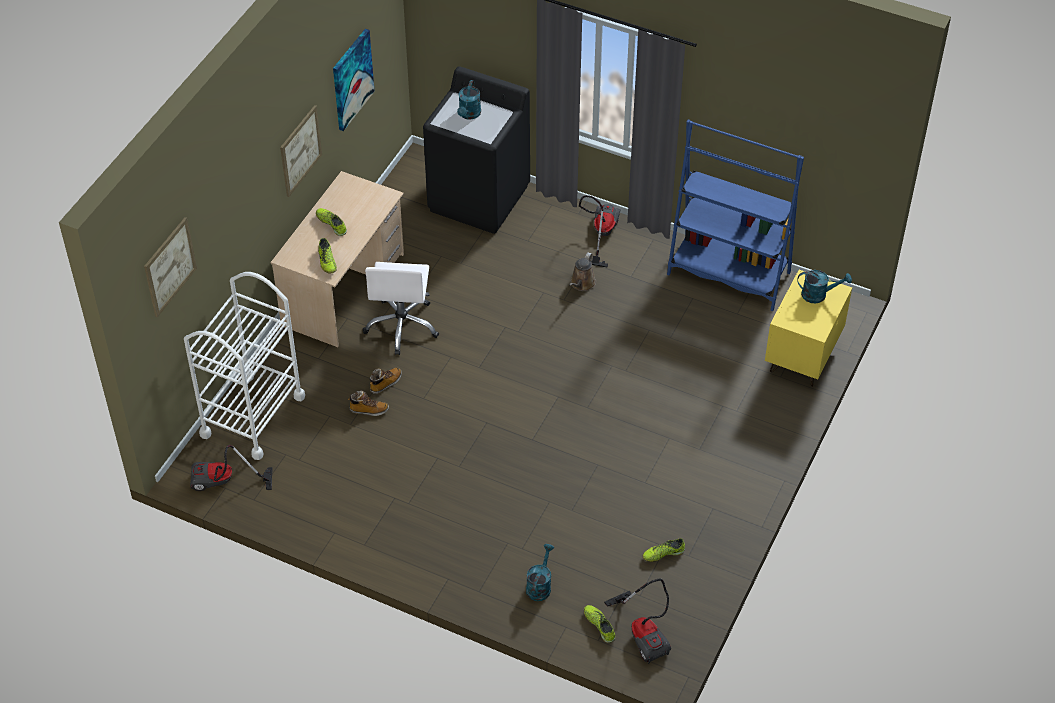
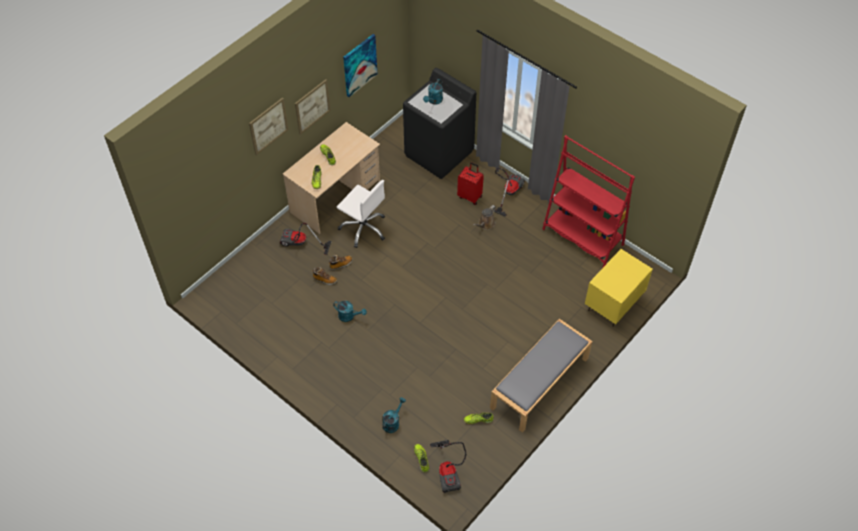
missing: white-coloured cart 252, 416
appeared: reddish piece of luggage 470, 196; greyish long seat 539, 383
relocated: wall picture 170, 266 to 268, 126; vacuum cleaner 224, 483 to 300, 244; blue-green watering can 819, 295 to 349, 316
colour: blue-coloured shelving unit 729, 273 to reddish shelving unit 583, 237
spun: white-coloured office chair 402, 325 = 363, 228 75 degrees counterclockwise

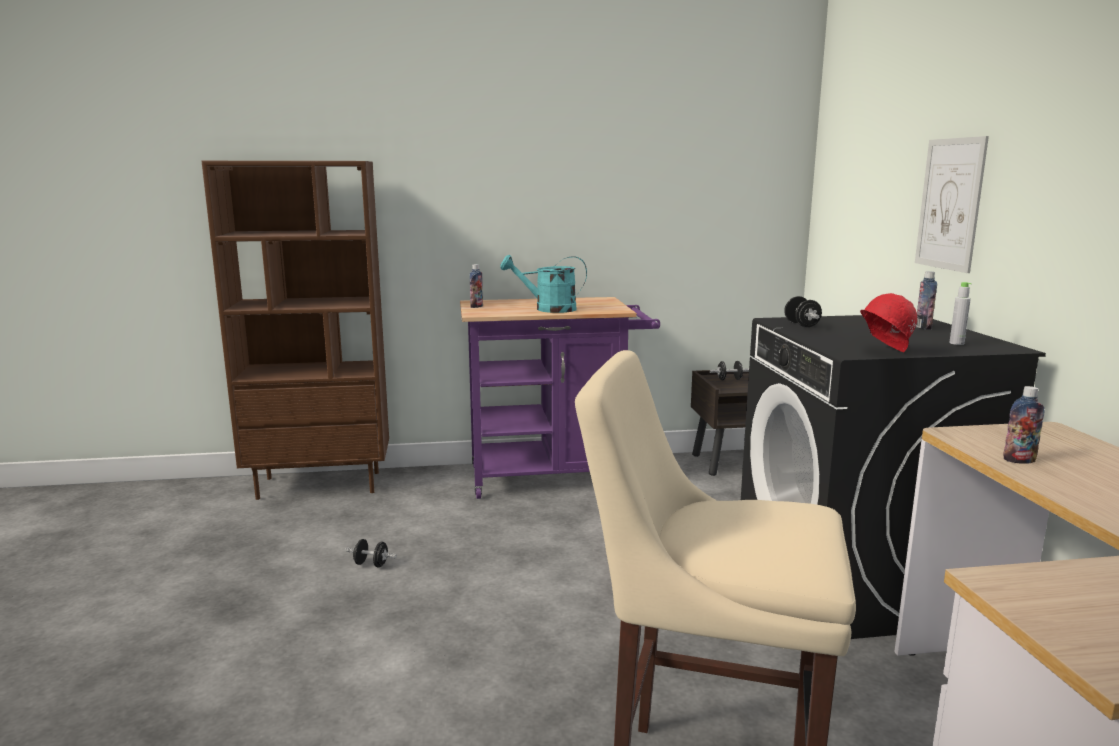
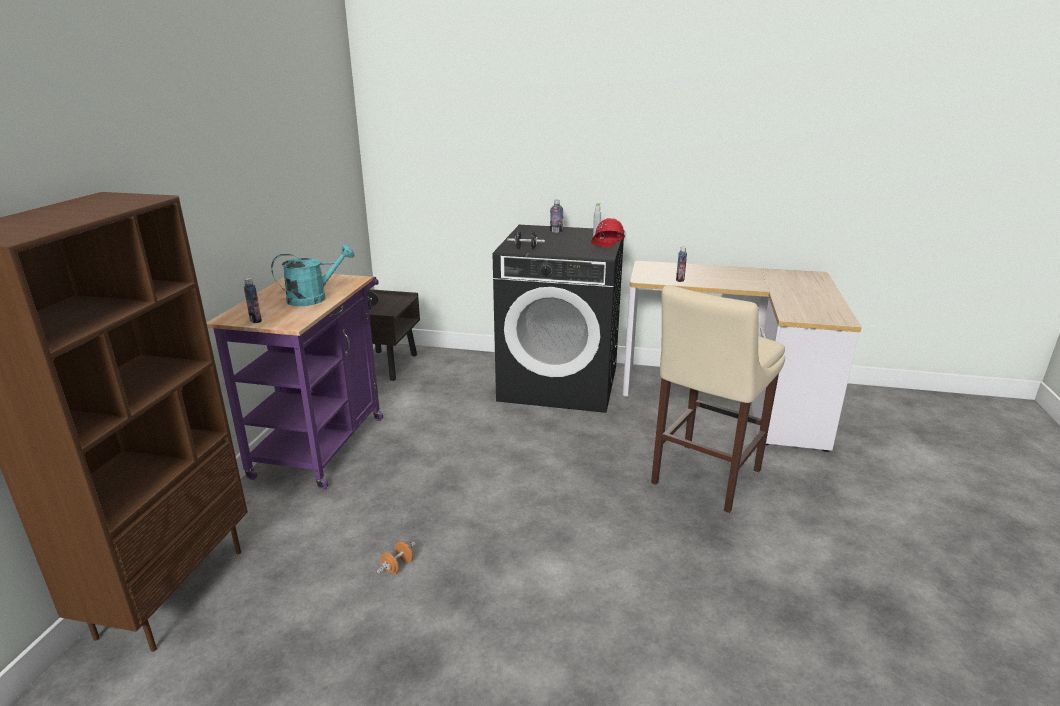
missing: wall picture 950, 204
colour: blackish dumbbell 371, 564 to orangey dumbbell 397, 566
spun: blue-green watering can 548, 309 = 314, 298 150 degrees counterclockwise

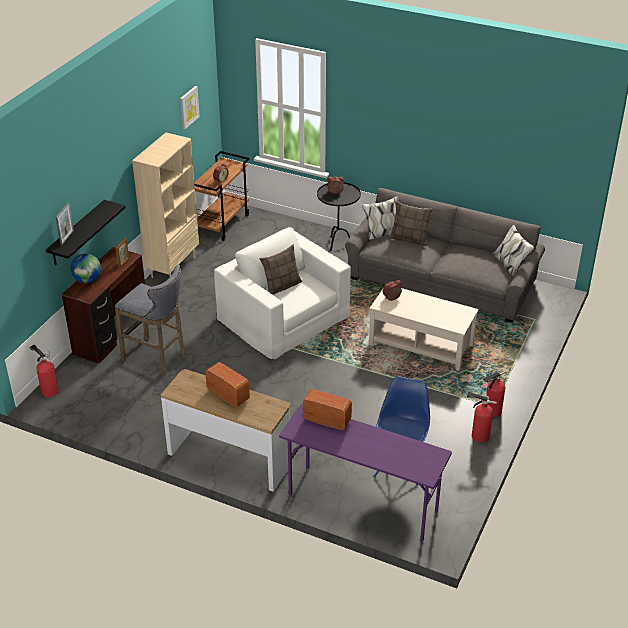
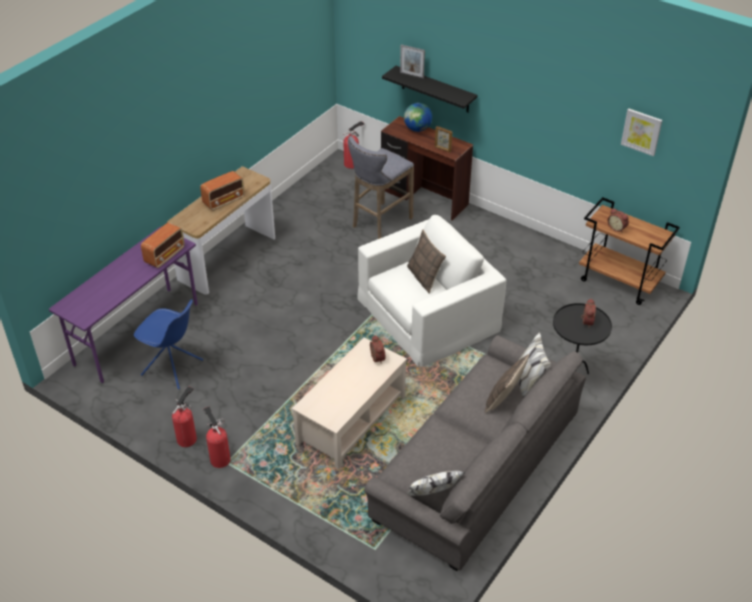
missing: beige-coloured shelving unit 173, 267

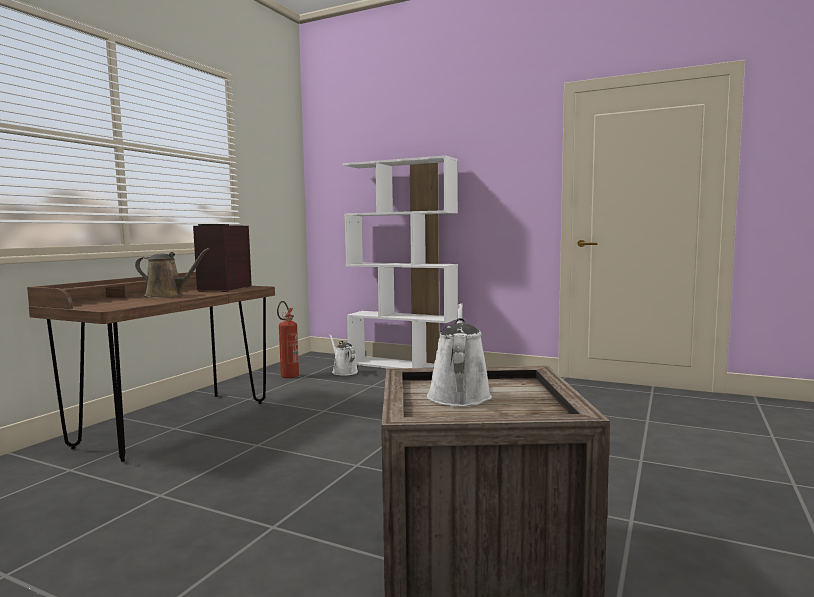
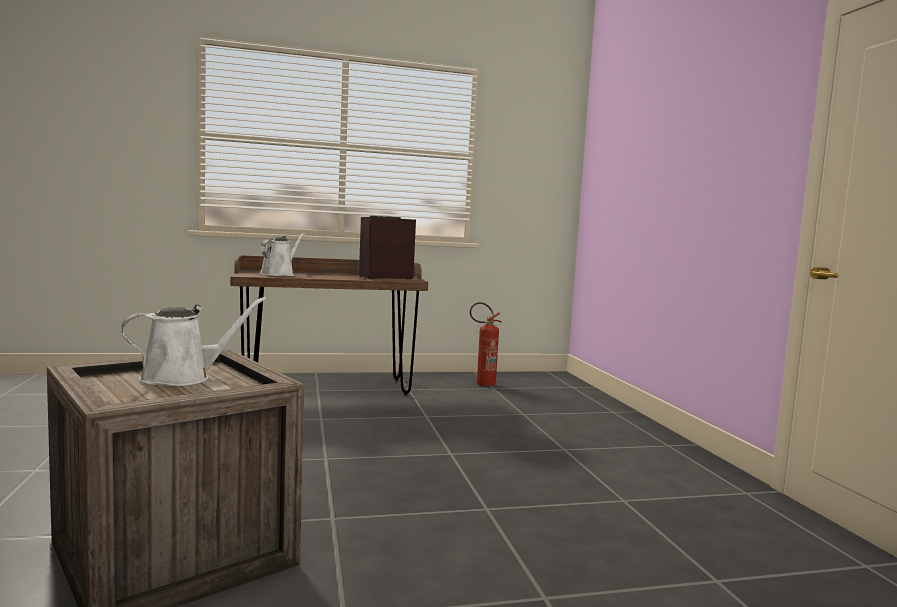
missing: brown watering can 168, 296; white-coloured shelving unit 403, 365
relocated: white-coloured watering can 343, 371 to 279, 274

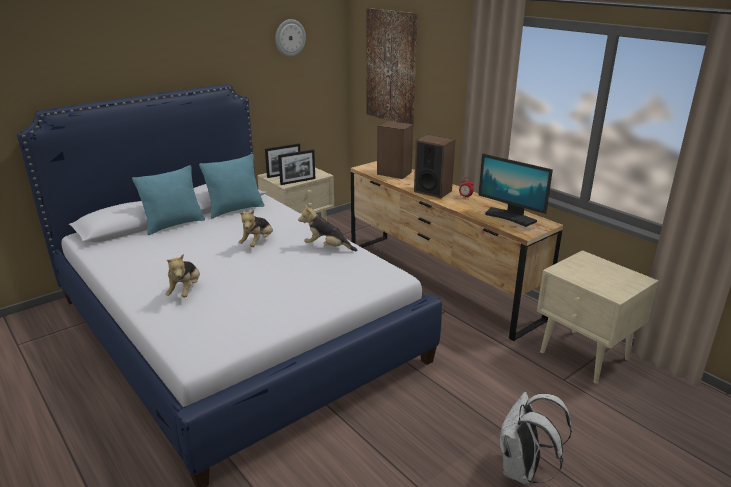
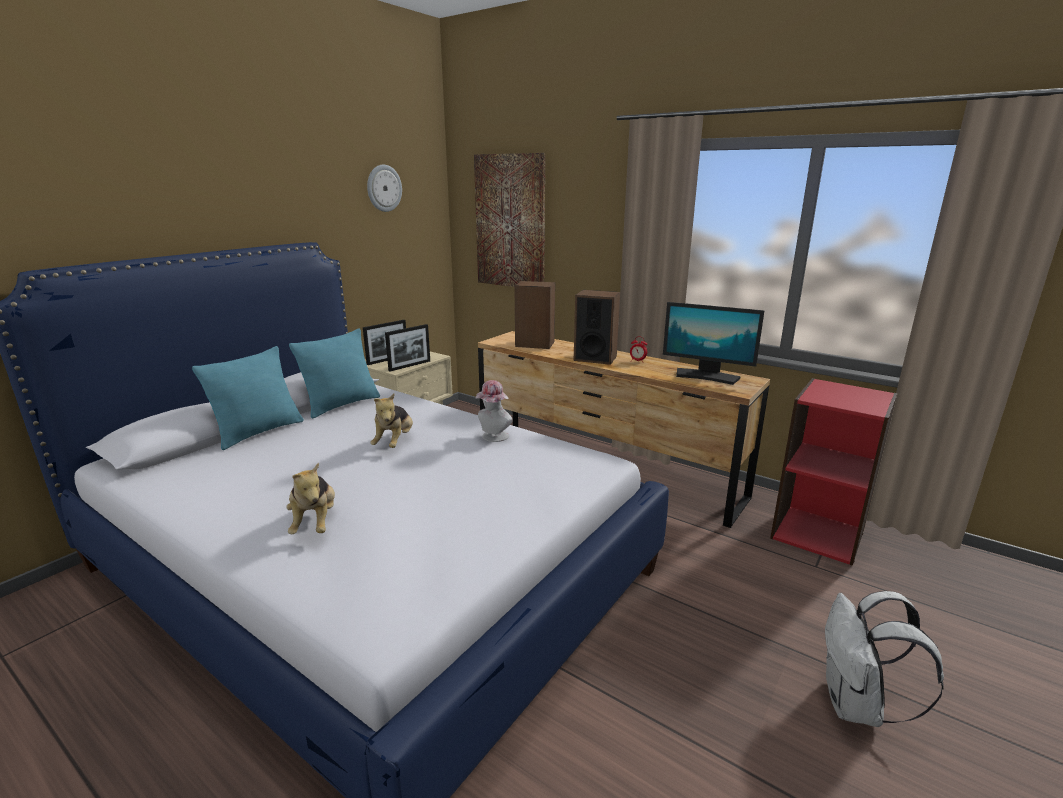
exchanged: soft toy 327, 247 to wearable hat 493, 437; beige-coloured nightstand 585, 356 to reddish shelving unit 818, 533

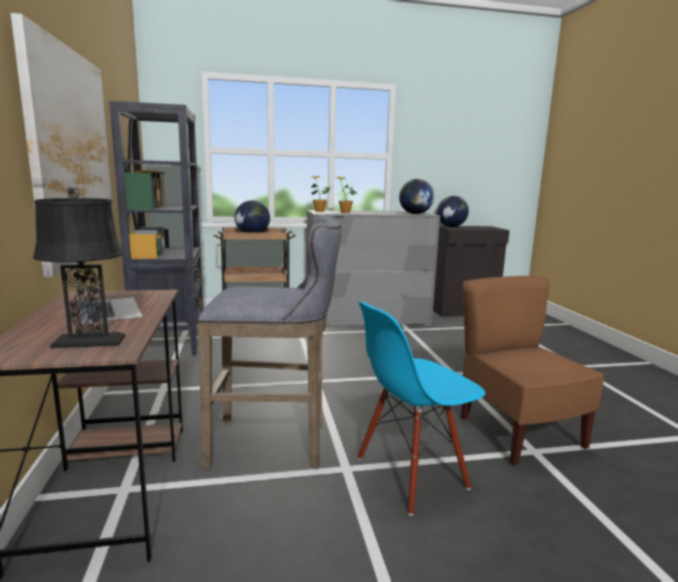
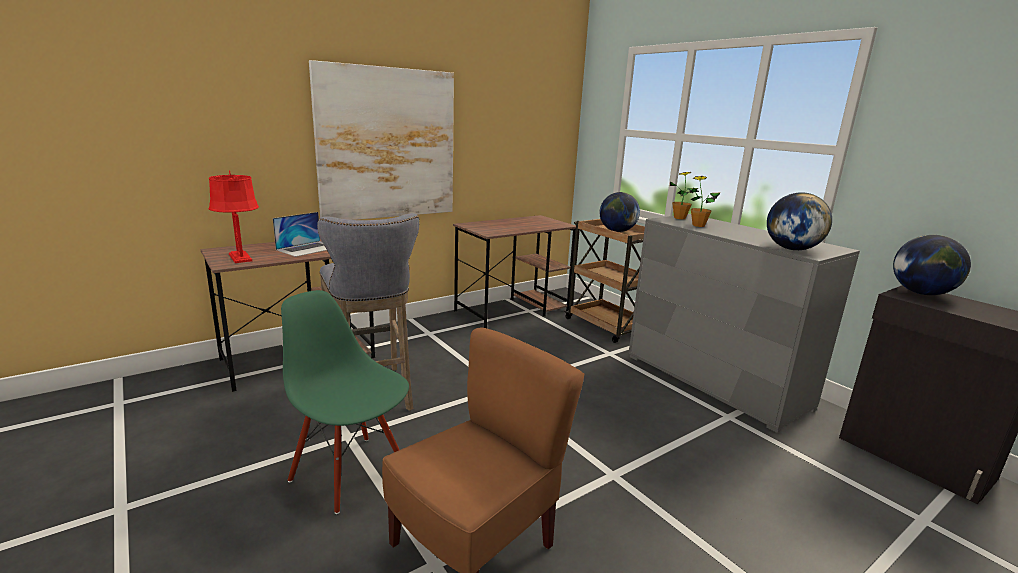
exchanged: blackish shelving unit 171, 343 to brown desk unit 513, 310
colour: blackish lamp for a table 88, 342 to reddish lamp for a table 240, 257; blue-coloured chair 411, 474 to greenish chair 350, 473

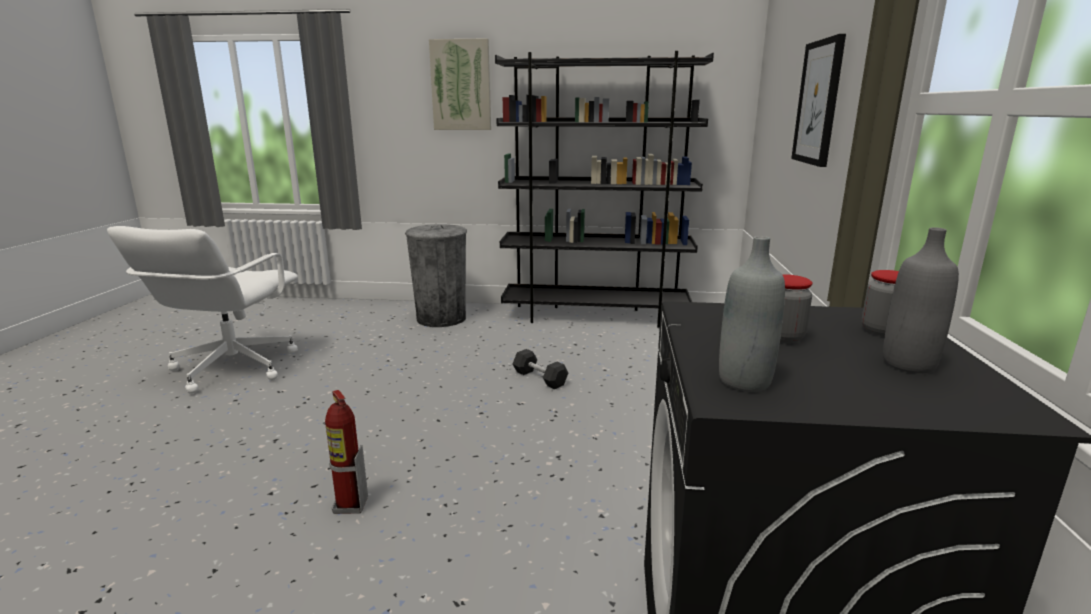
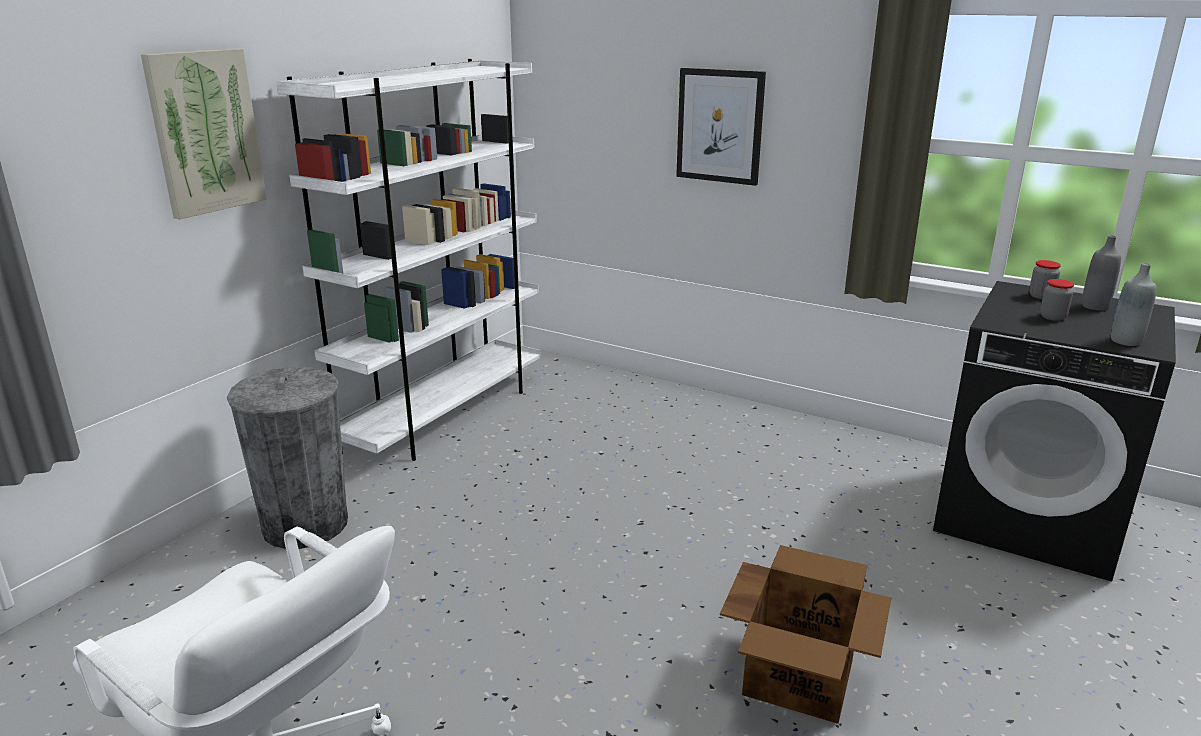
missing: greyish dumbbell 540, 378
exchanged: fire-fighting cylinder 350, 505 to carton 799, 676
colour: blackish shelving unit 595, 316 to white-coloured shelving unit 445, 415

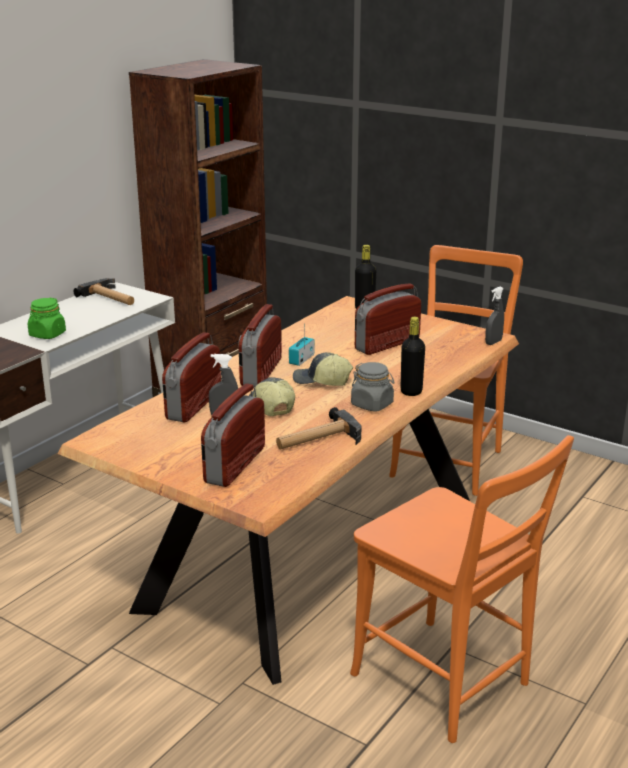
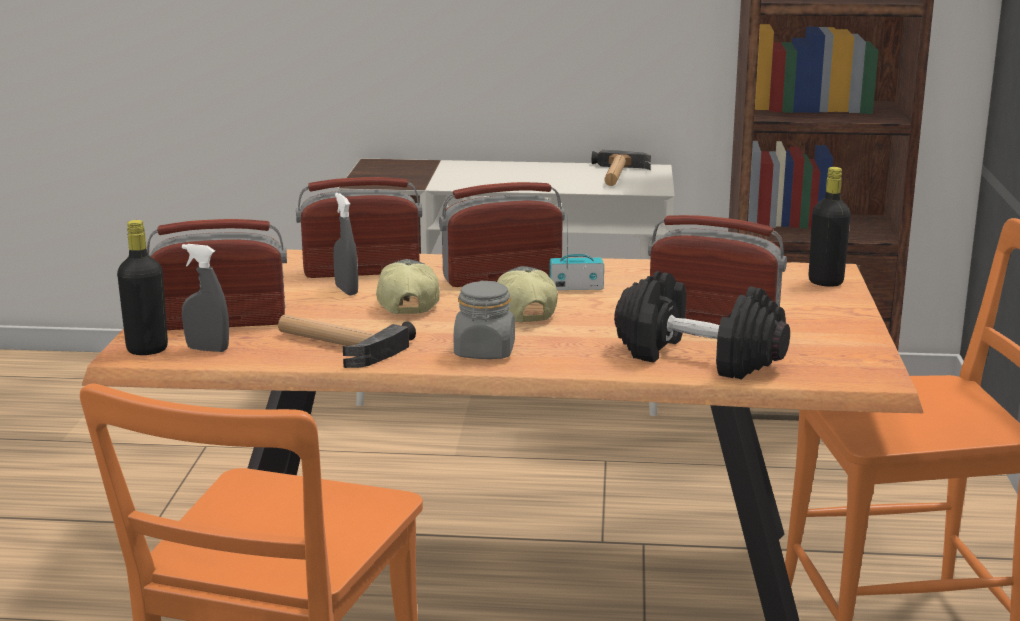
missing: greenish jar 47, 334
appeared: blackish dumbbell 699, 357
relocated: blackish drink bottle 411, 391 to 147, 349; greyish spray bottle 493, 342 to 207, 349
spun: baseball cap 270, 406 = 406, 303 45 degrees counterclockwise

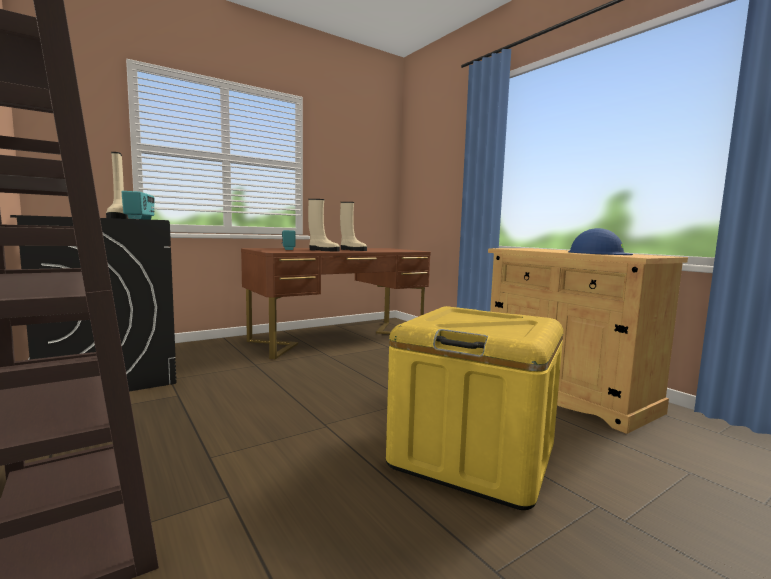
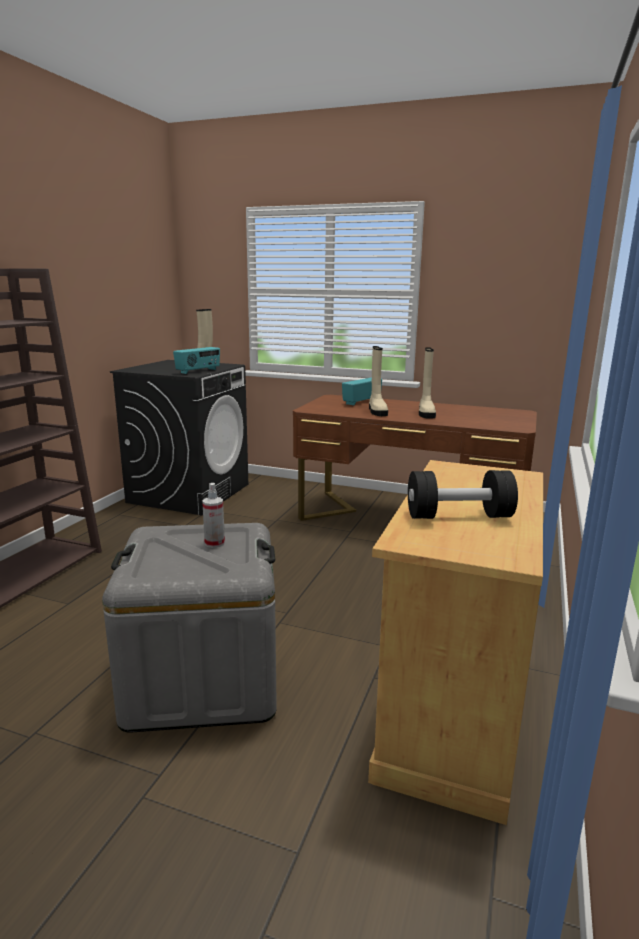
appeared: spray bottle 214, 543
exchanged: blue-coloured safety helmet 598, 253 to blackish dumbbell 458, 516
colour: yellow storage bin 473, 455 to greyish storage bin 202, 679

